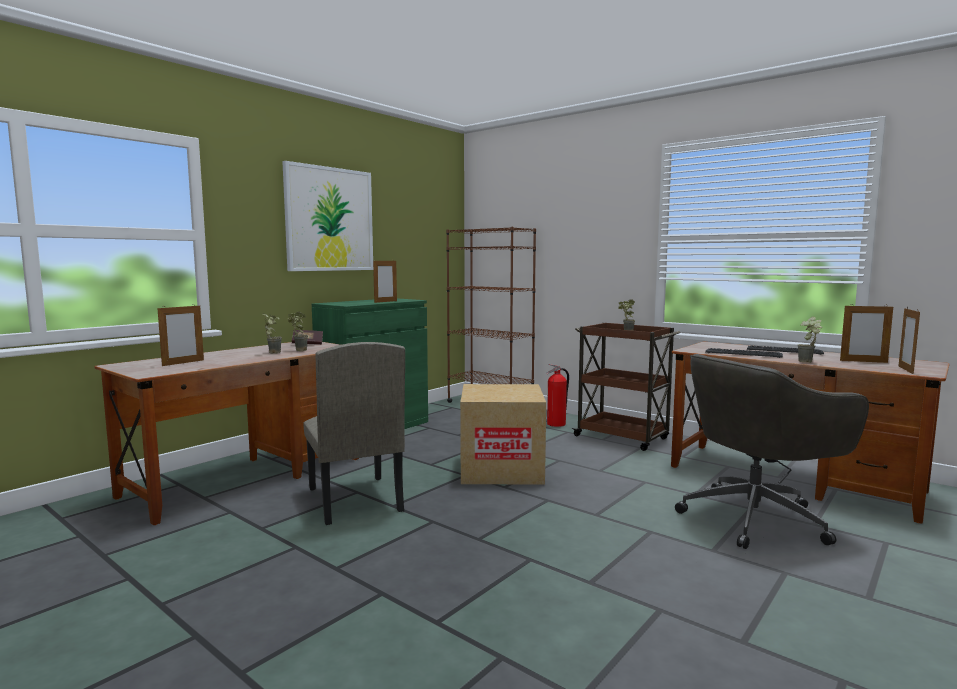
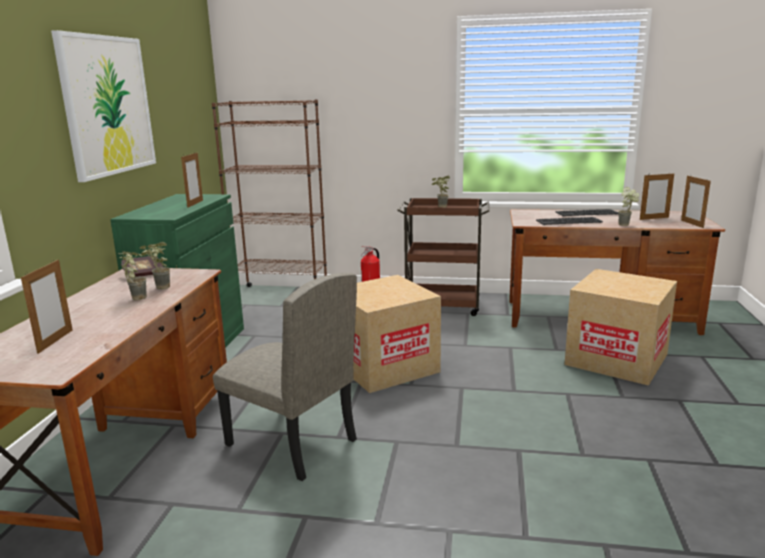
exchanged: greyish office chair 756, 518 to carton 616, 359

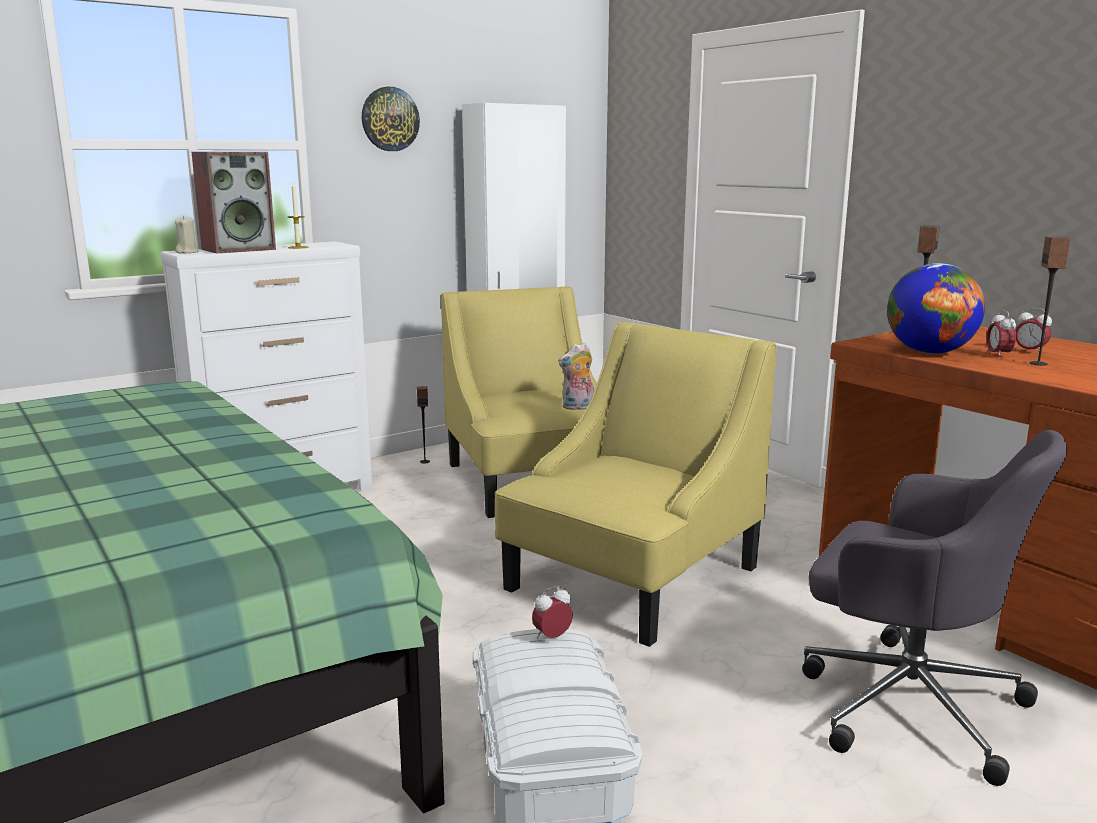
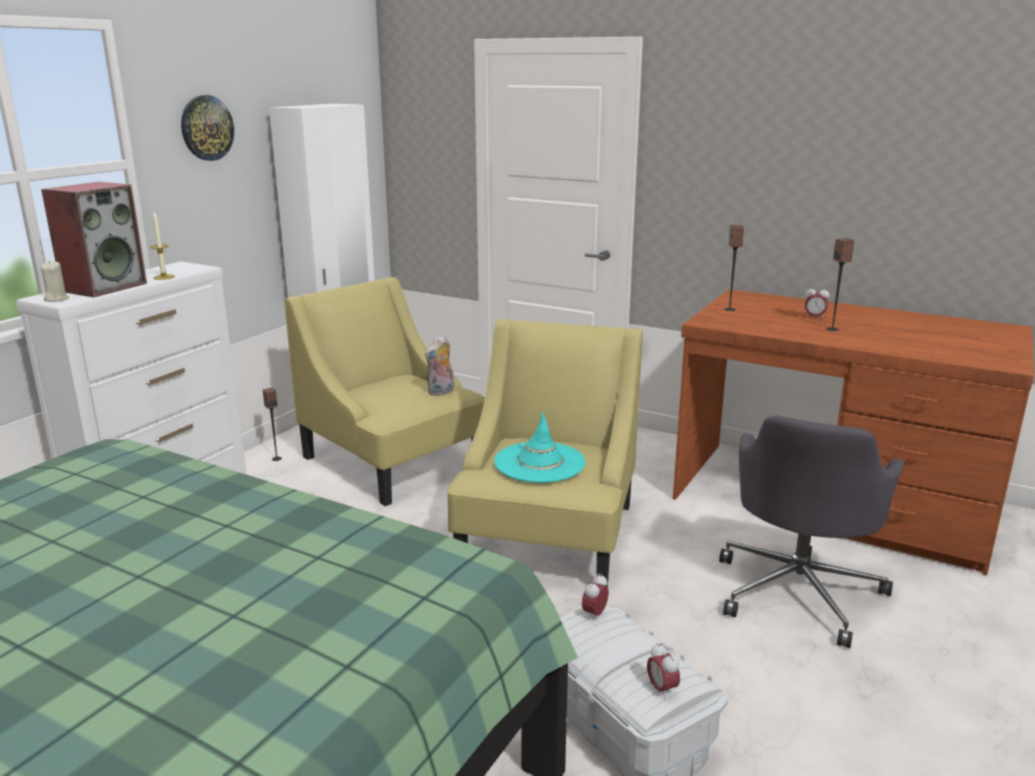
missing: desk globe 929, 352
appeared: blue-green wearable hat 539, 462
relocated: bedside clock 998, 355 to 661, 689
spun: greyish office chair 906, 703 = 798, 591 105 degrees clockwise

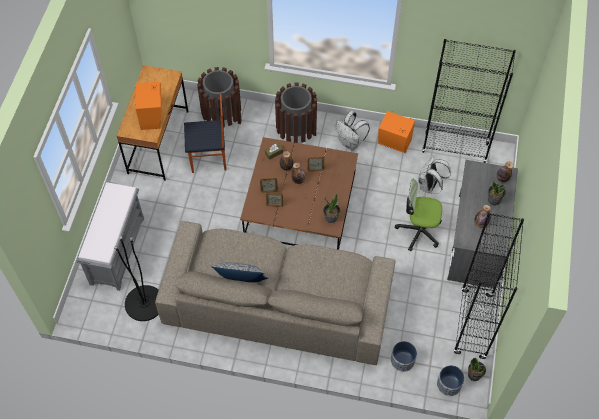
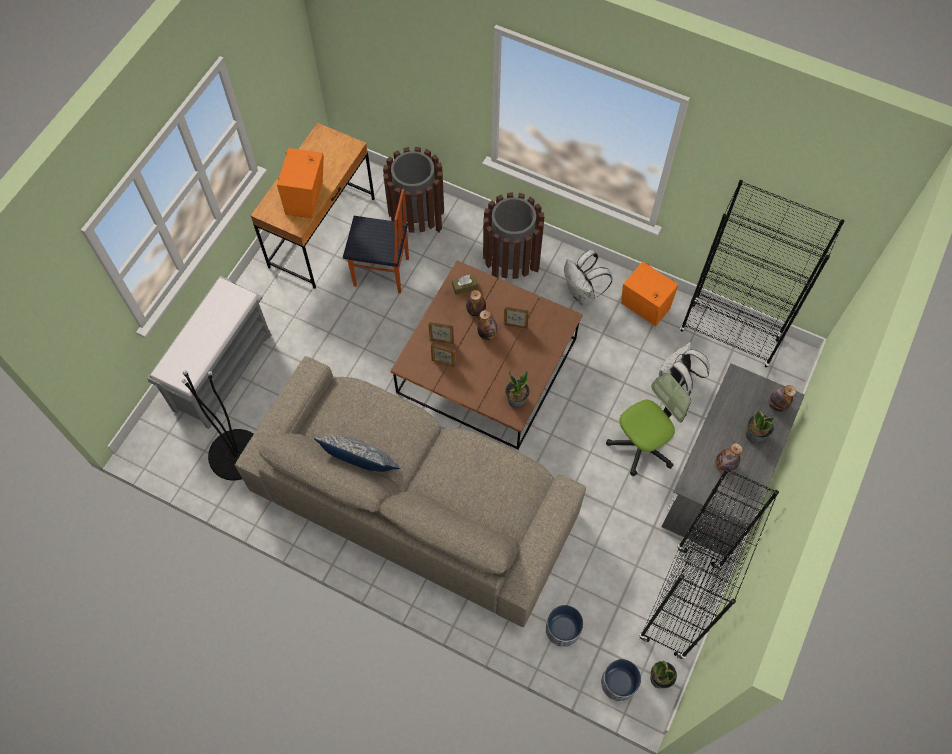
spun: office chair 418, 231 = 641, 445 120 degrees clockwise

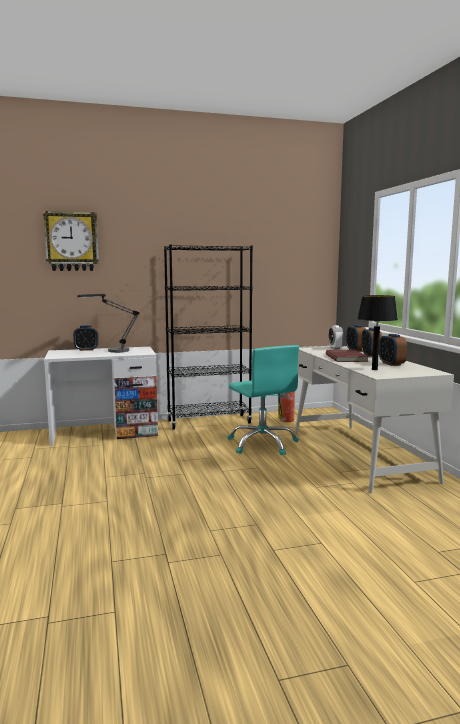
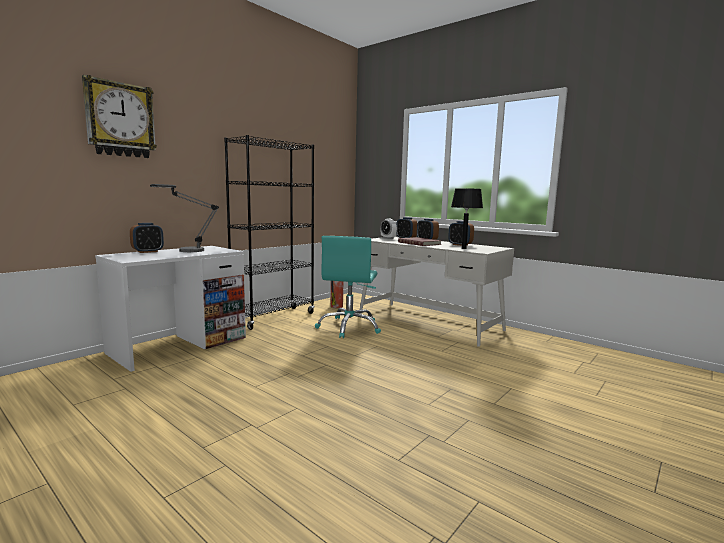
spun: blue-green office chair 262, 444 = 349, 327 75 degrees clockwise

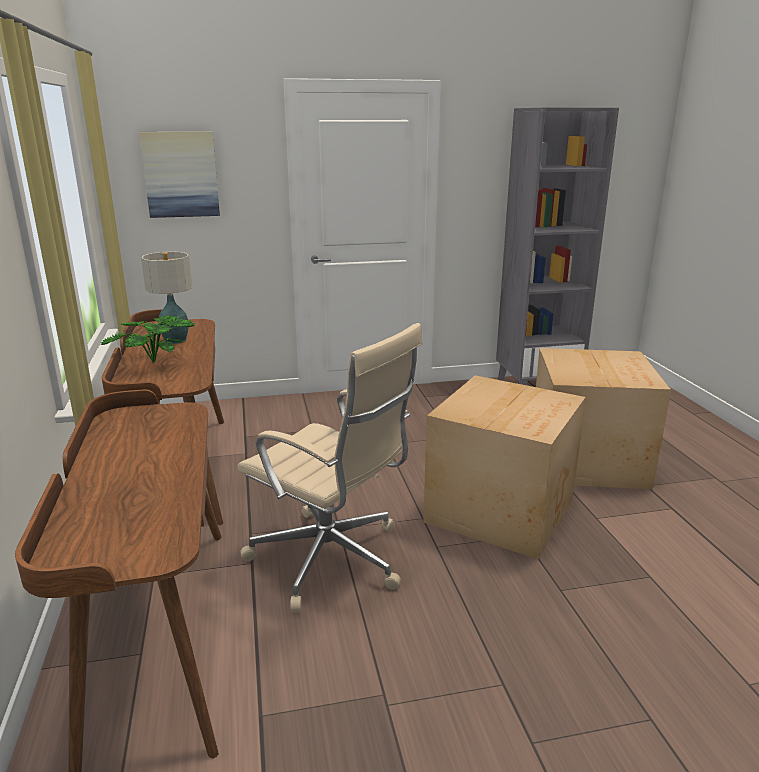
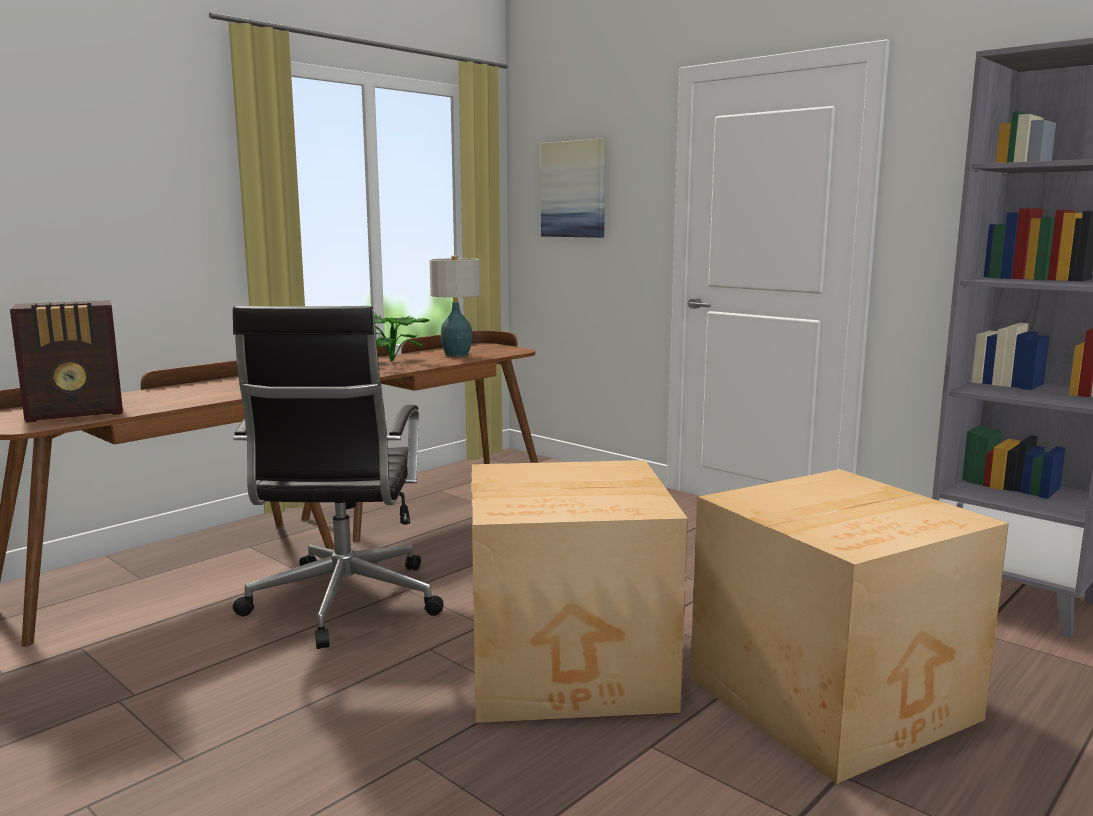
appeared: radio receiver 77, 413
colour: beige-coloured office chair 332, 560 to blackish office chair 342, 604

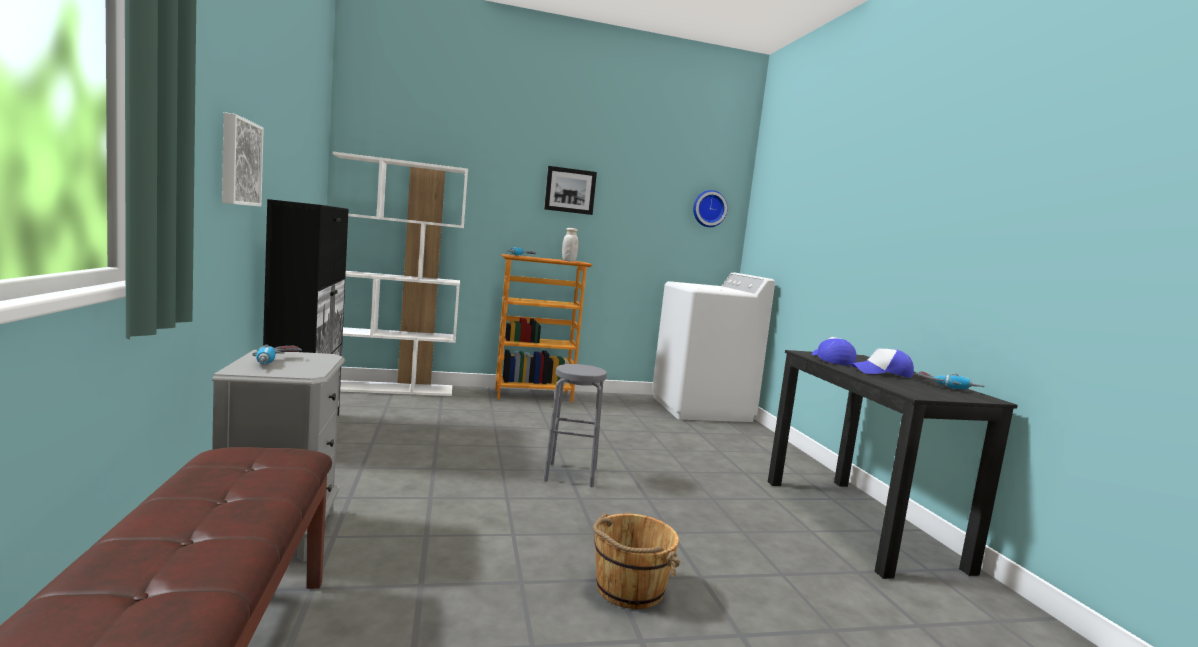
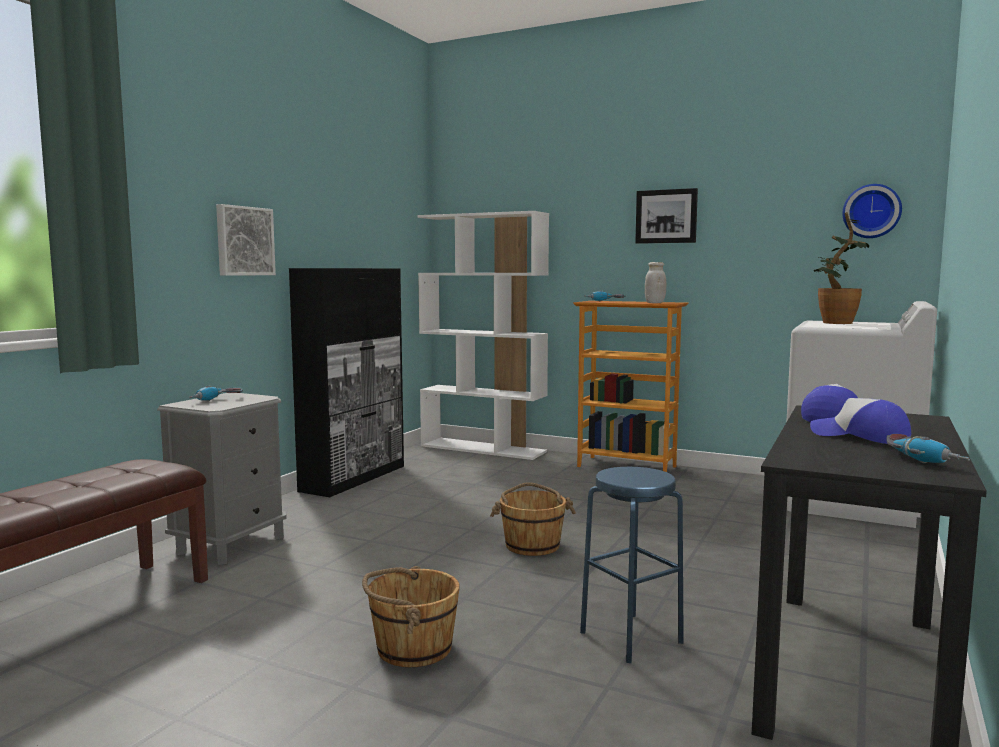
appeared: blue-coloured stool 631, 637; plant in a pot 833, 323
exchanged: greyish stool 571, 474 to brown bucket 532, 545

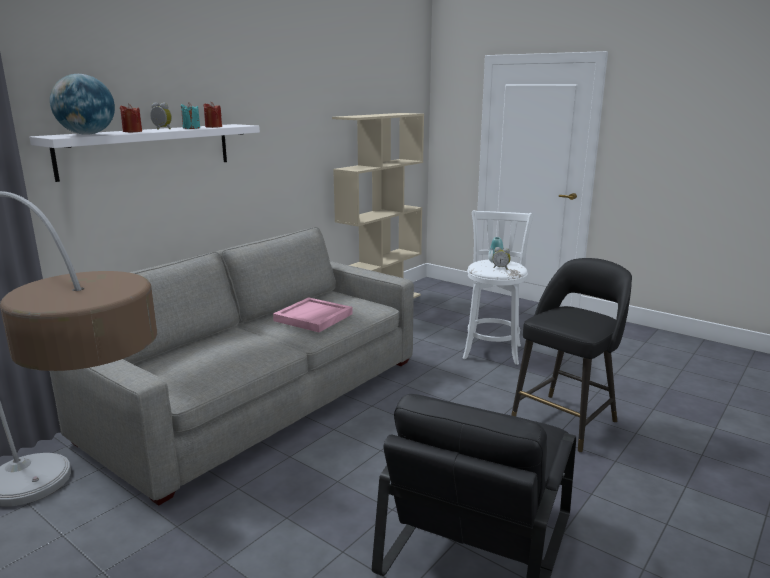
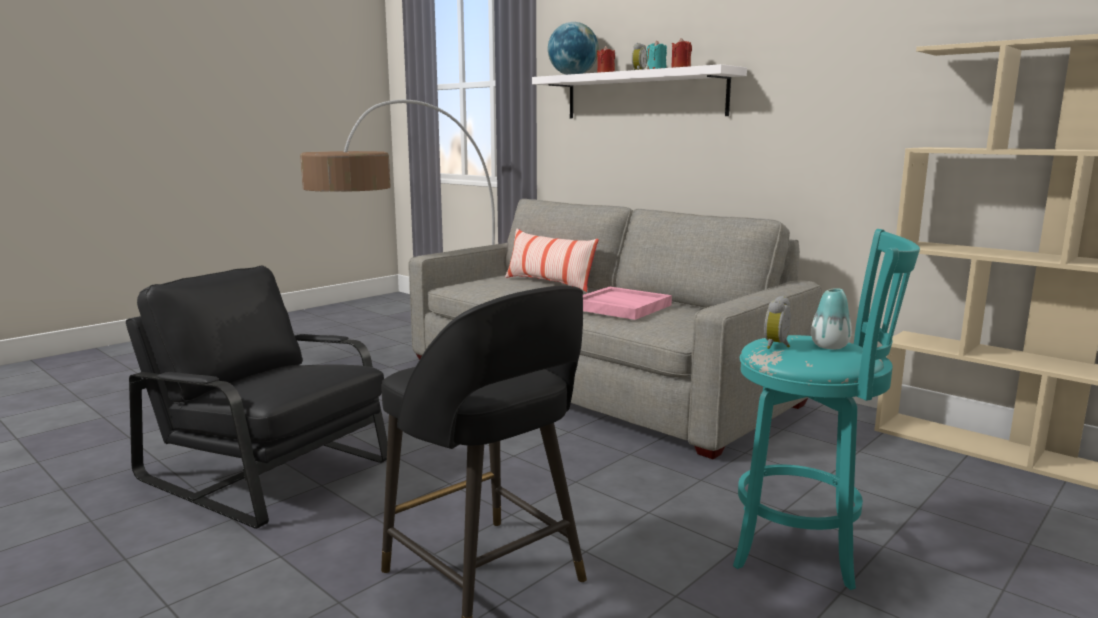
appeared: pillow 549, 283
colour: white-coloured stool 492, 350 to blue-green stool 803, 547

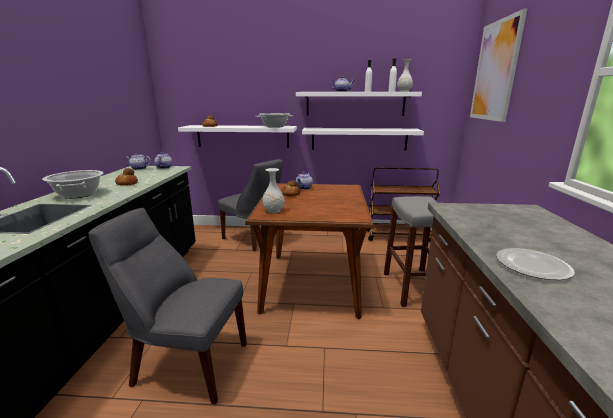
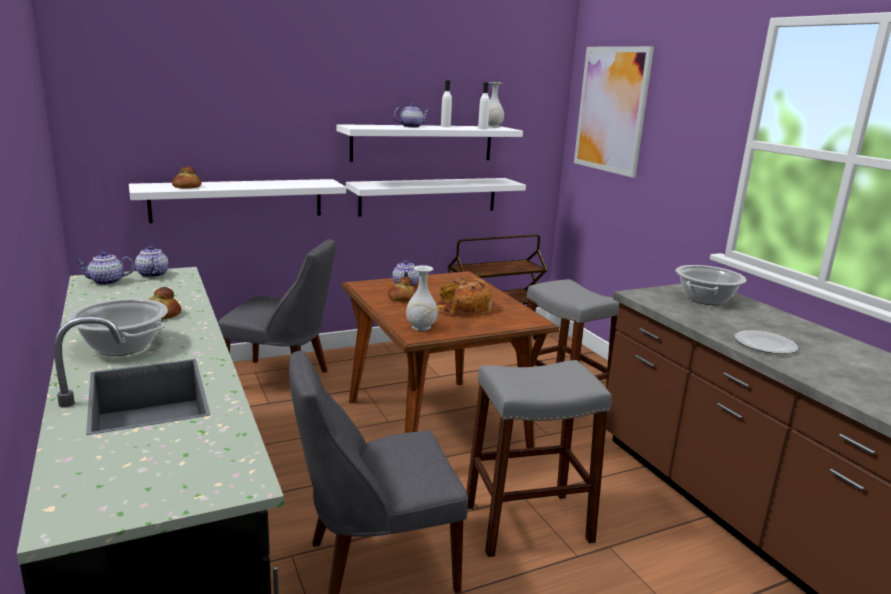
appeared: baked bread 462, 307; greyish stool 527, 523
relocated: saucepot 275, 126 to 705, 299

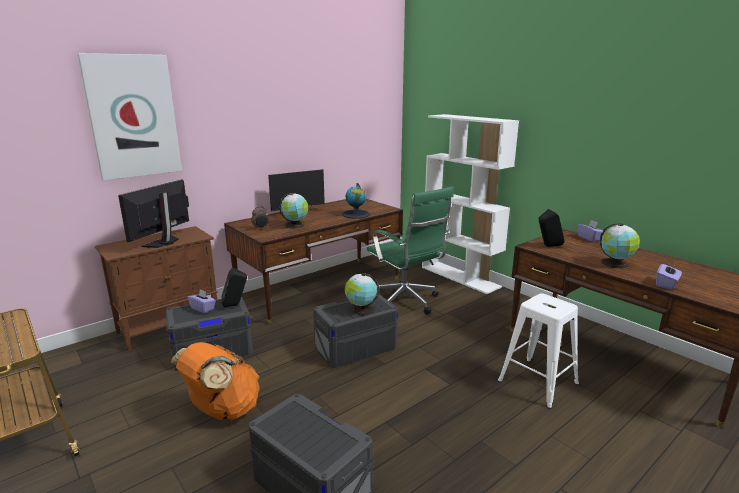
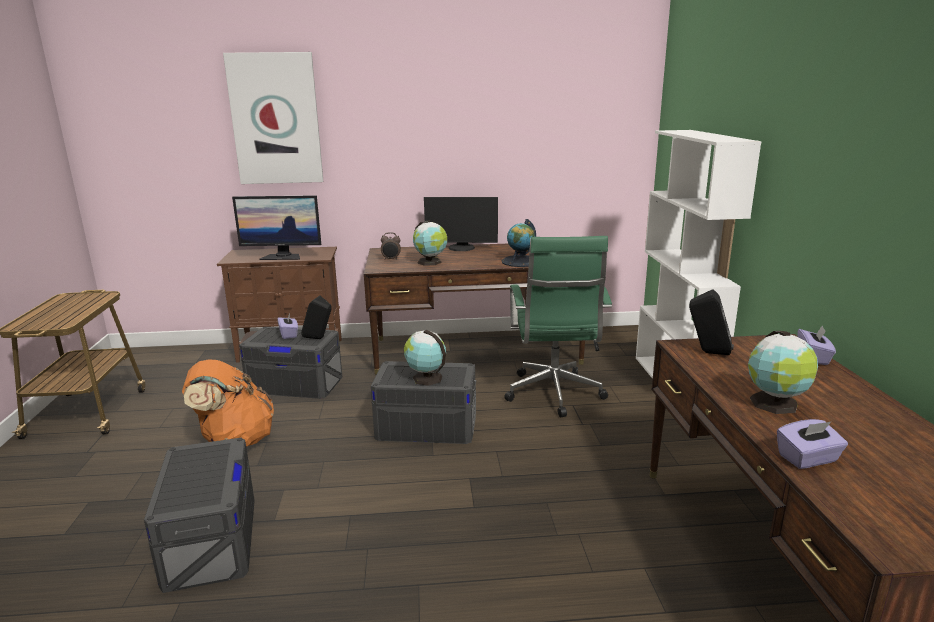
missing: white-coloured stool 537, 382
spun: computer screen 163, 242 = 282, 257 150 degrees counterclockwise

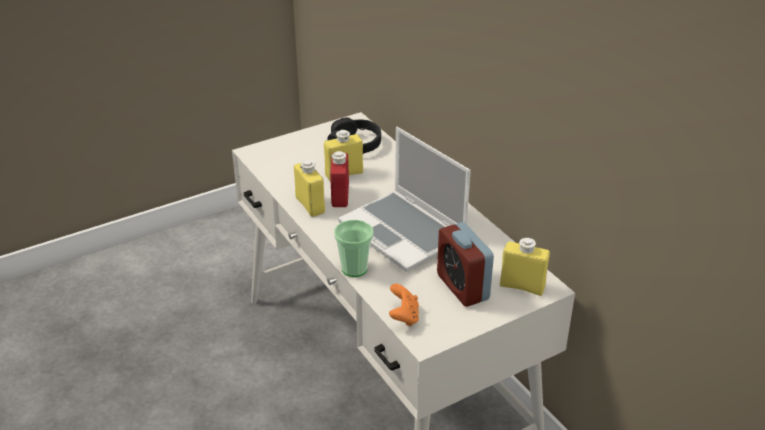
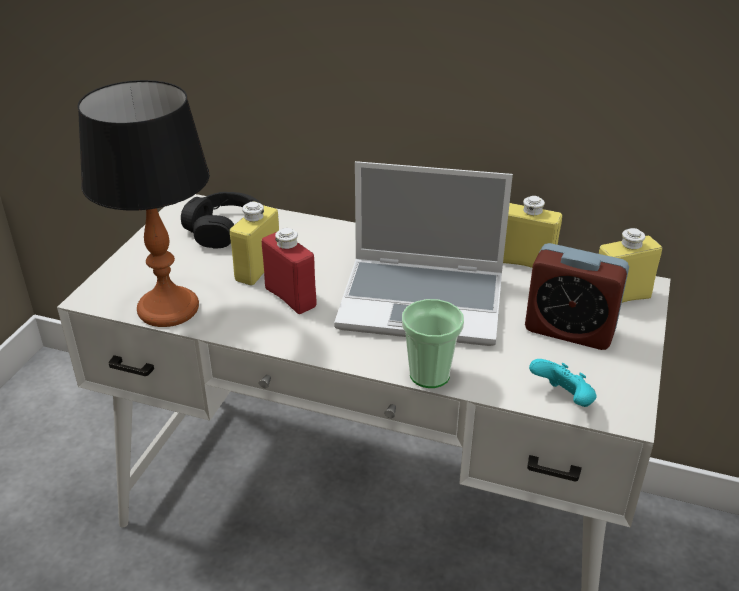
appeared: lamp for a table 168, 309
relocated: yellow drink bottle 310, 205 to 526, 263
colour: orangey gamepad 404, 316 to blue-green gamepad 563, 399

